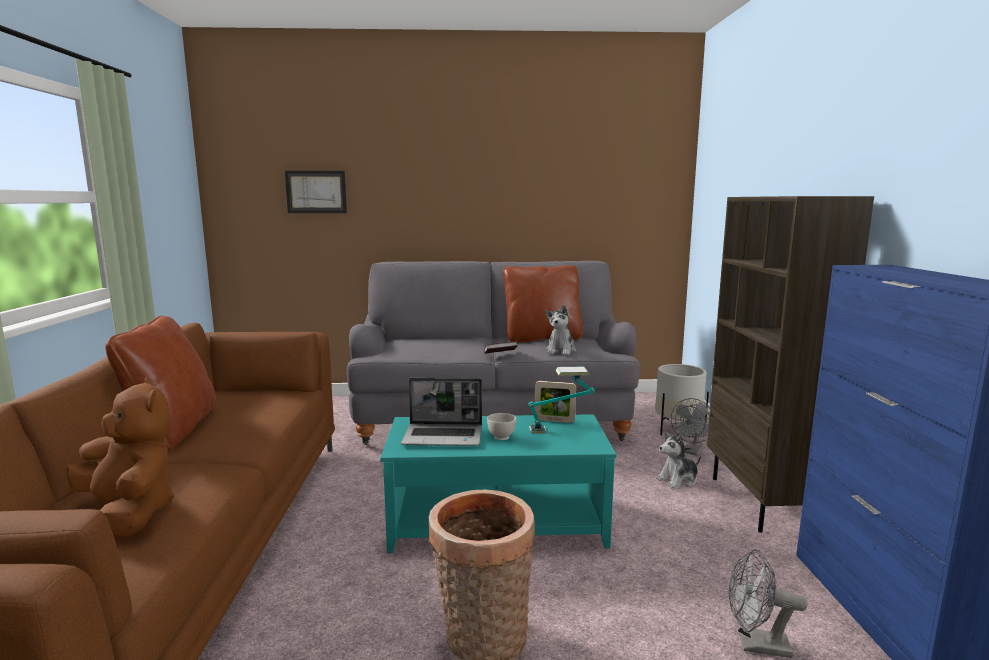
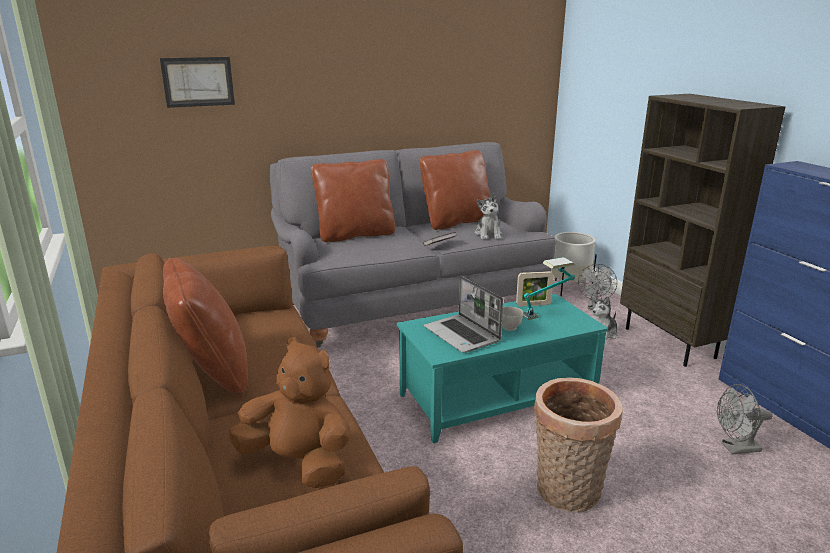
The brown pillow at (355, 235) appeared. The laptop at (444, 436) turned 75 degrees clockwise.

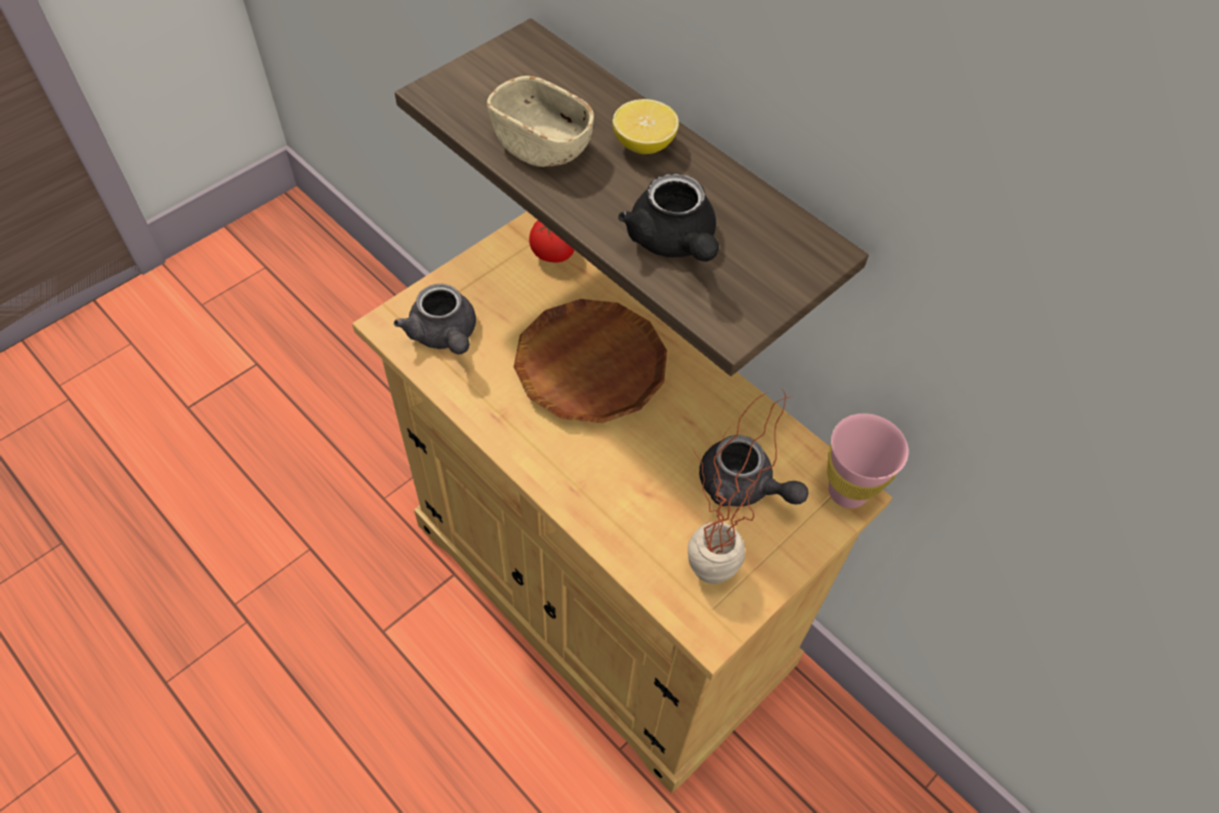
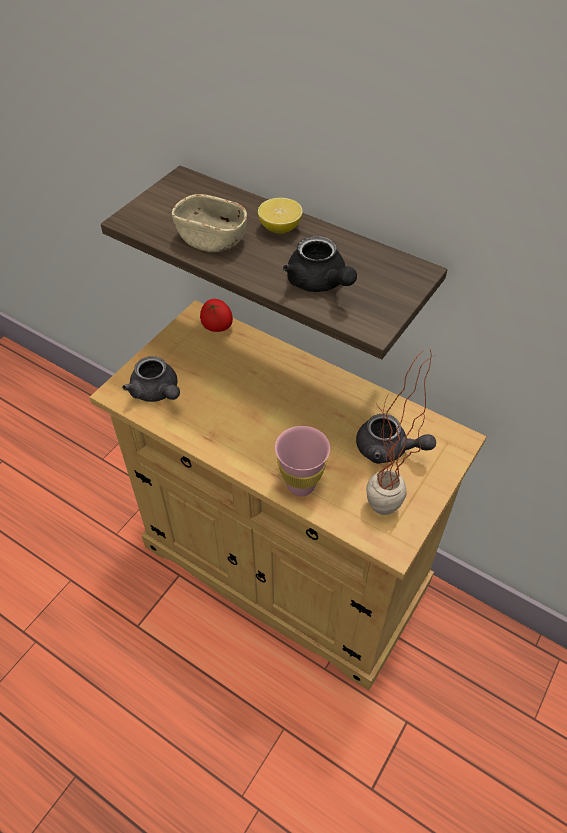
The pink cup moved from (847, 491) to (301, 485). The brown plate at (590, 367) disappeared.

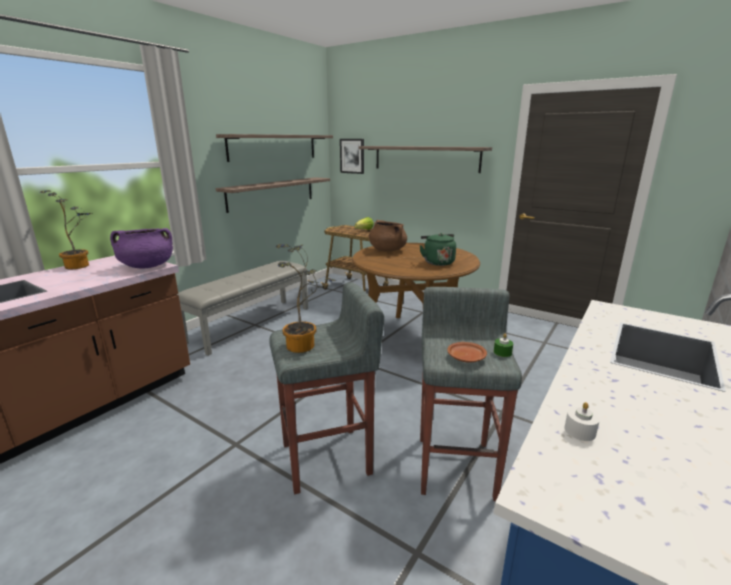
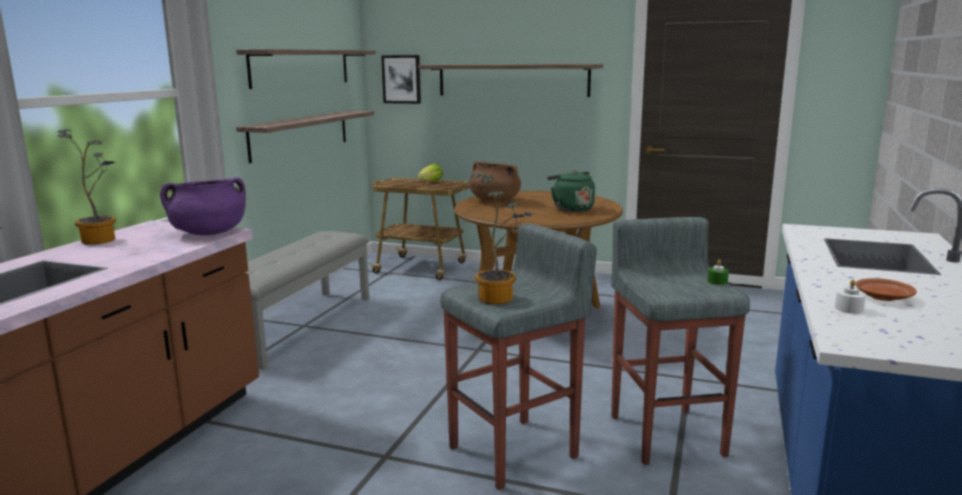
The brown plate moved from (466, 358) to (883, 297).

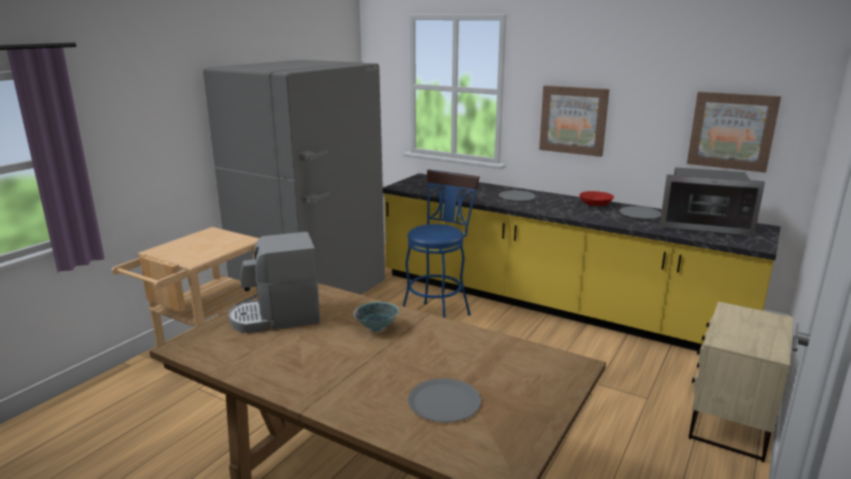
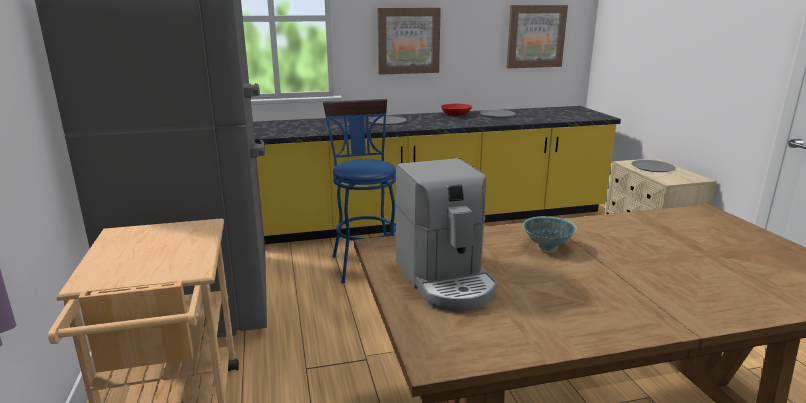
The coffee machine at (276, 317) turned 45 degrees counterclockwise. The grey plate moved from (444, 401) to (653, 167). The microwave at (703, 224) disappeared.

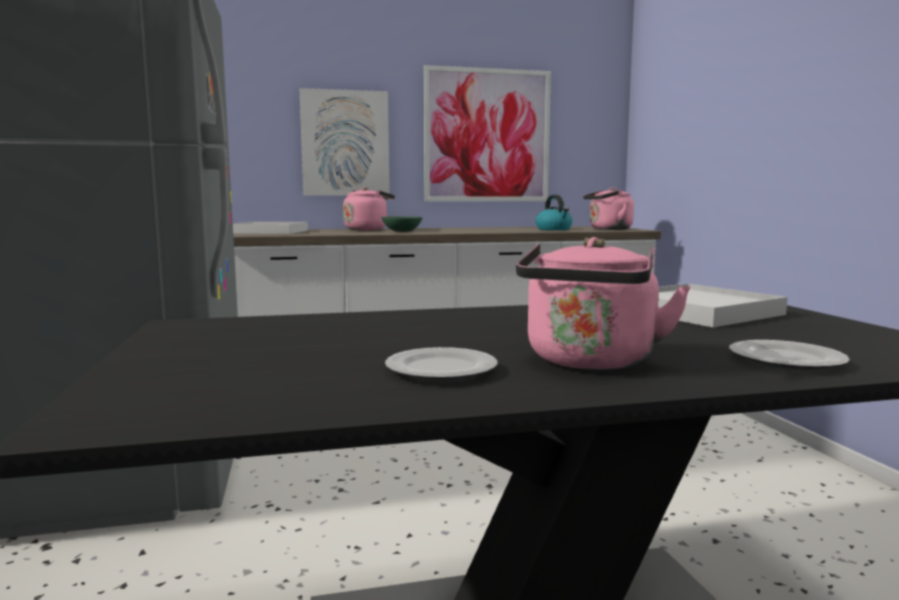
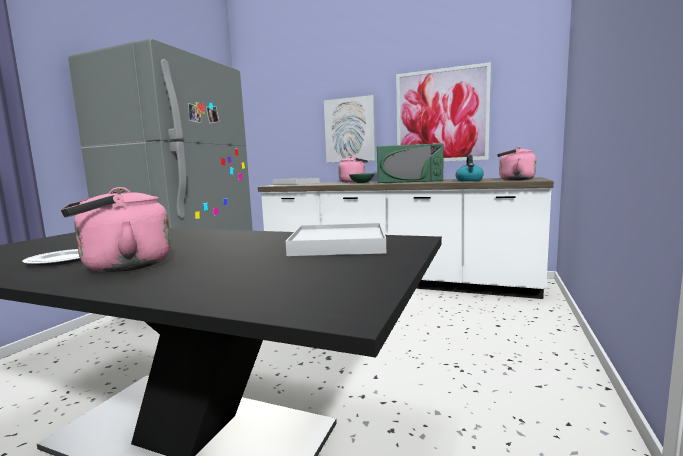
The green microwave at (409, 181) appeared. The plate at (787, 360) disappeared.

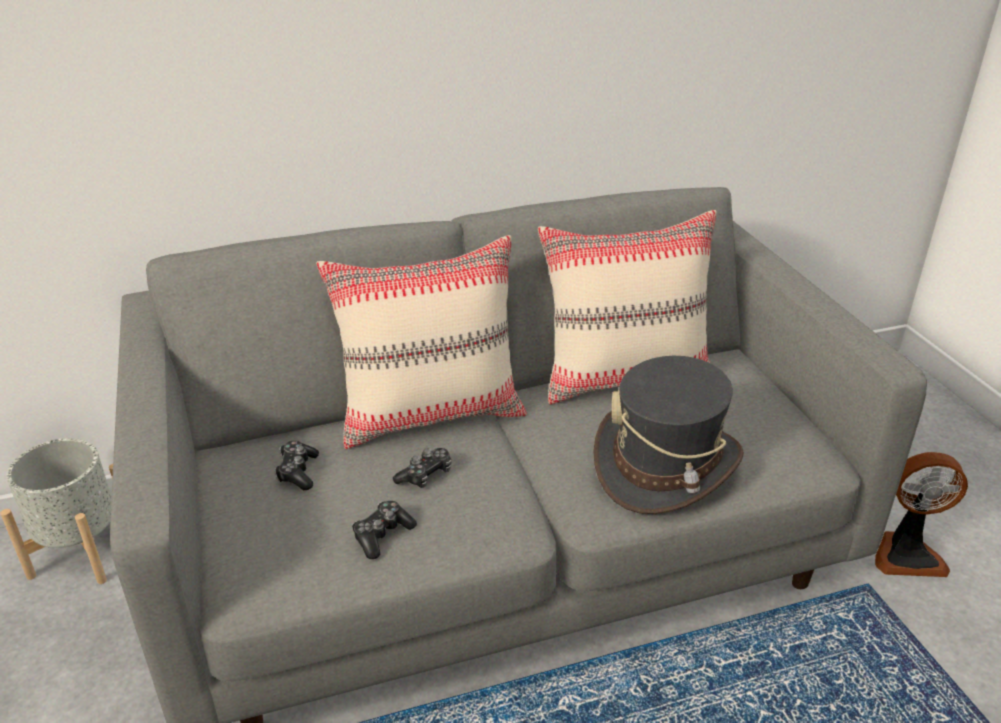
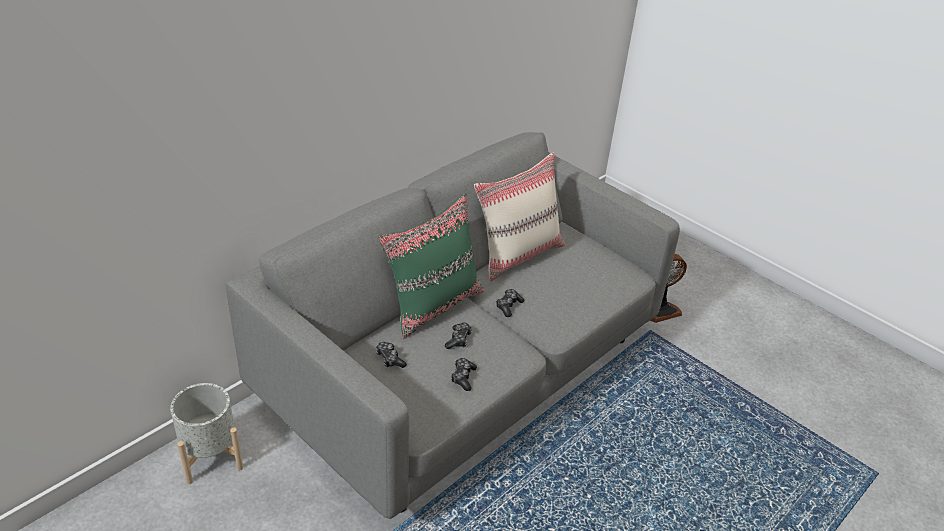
The beige pillow at (431, 414) became the green pillow at (433, 305). The game controller at (508, 306) appeared. The grey hat at (666, 465) disappeared.

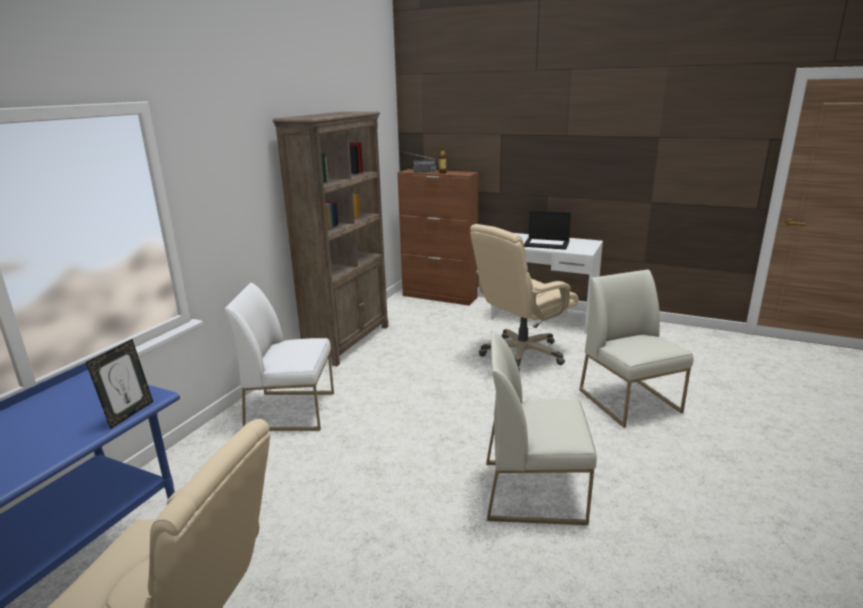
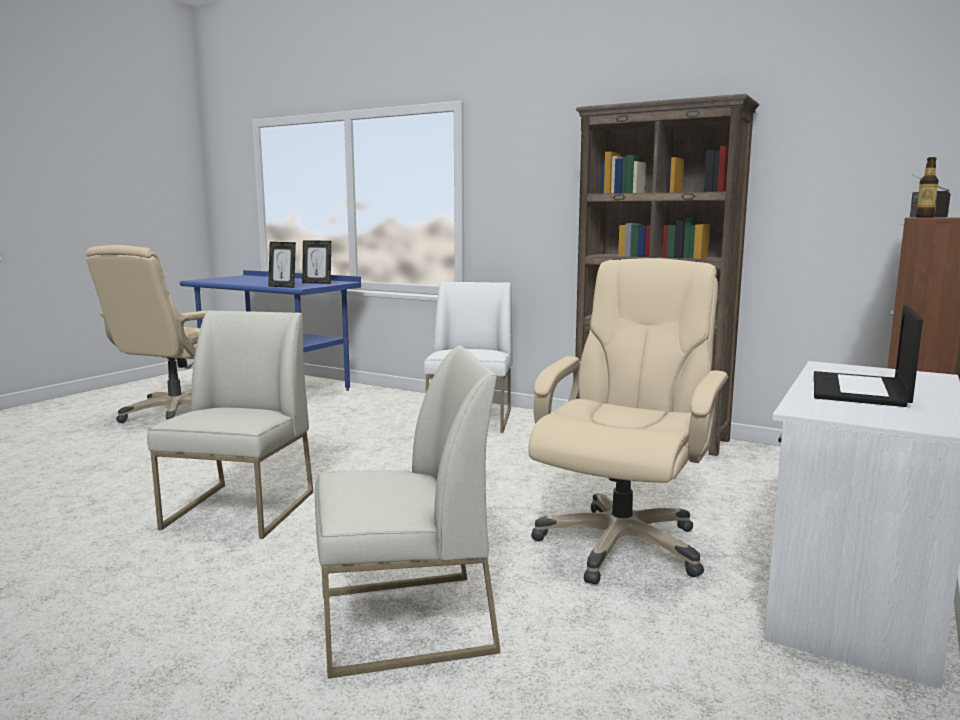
The picture frame at (317, 283) appeared. The beige office chair at (522, 354) turned 60 degrees clockwise.

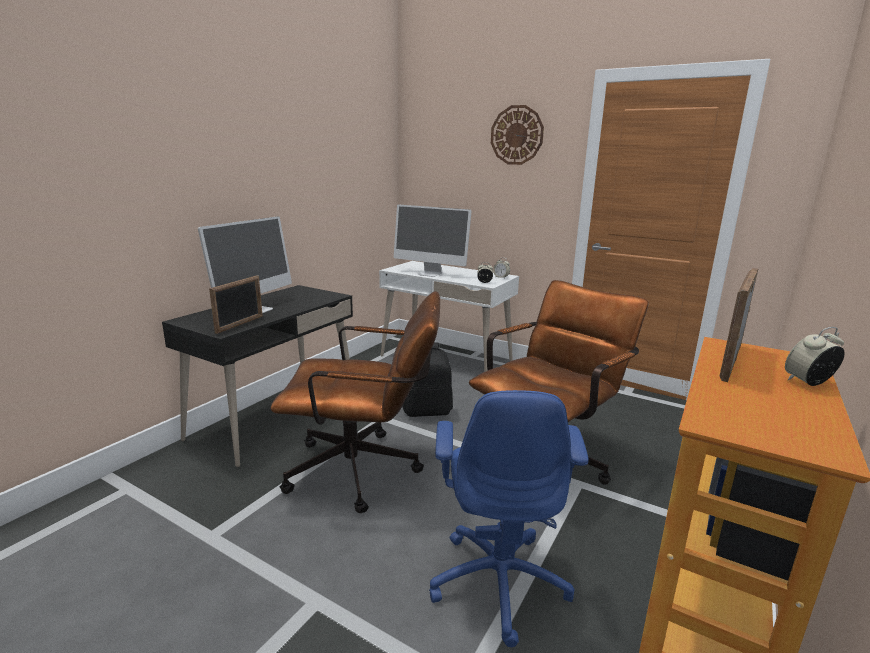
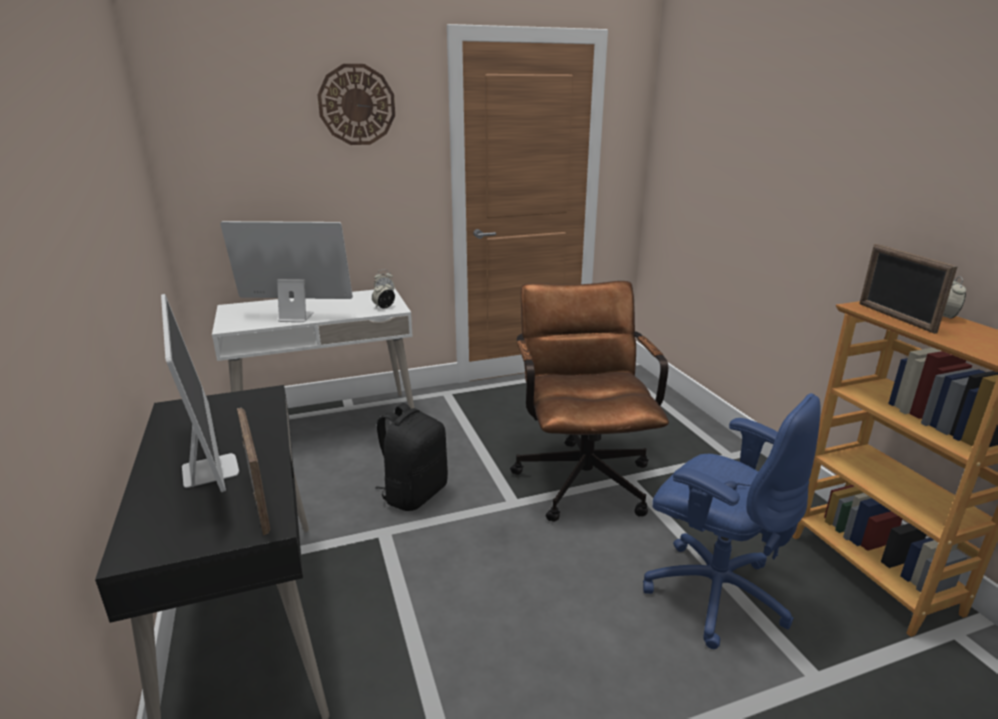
The monitor at (430, 273) turned 150 degrees counterclockwise. The brown office chair at (365, 471) disappeared.

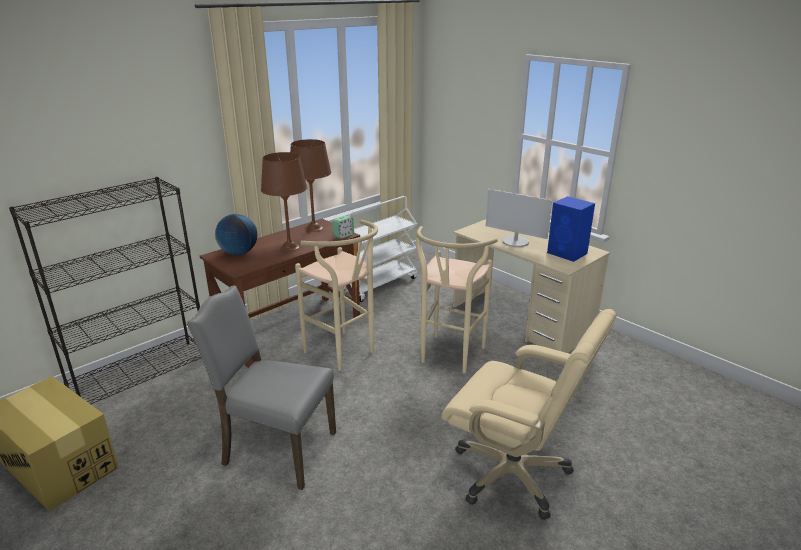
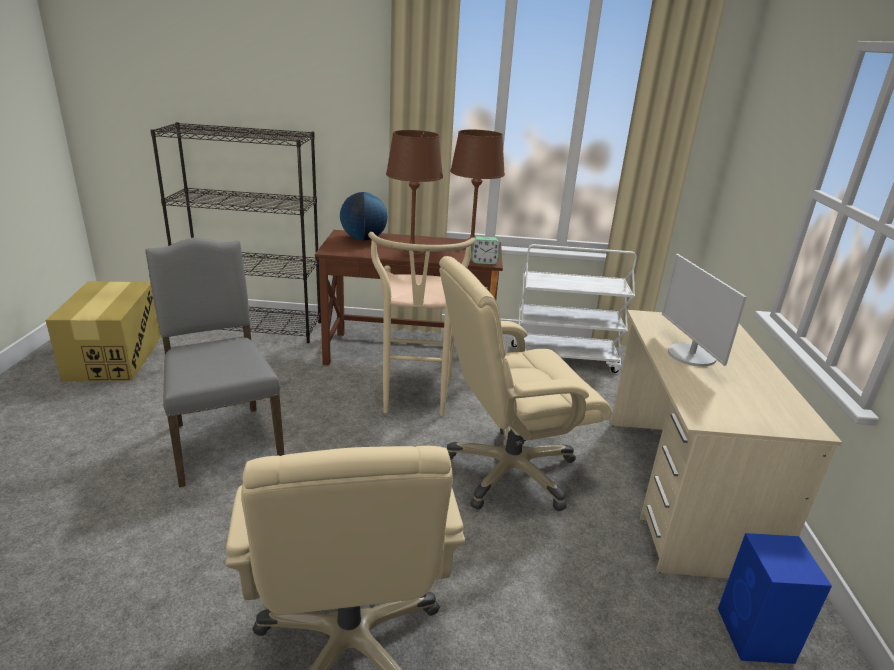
The beige stool at (449, 357) was replaced by the beige office chair at (509, 471). The blue speaker moved from (568, 253) to (755, 636).

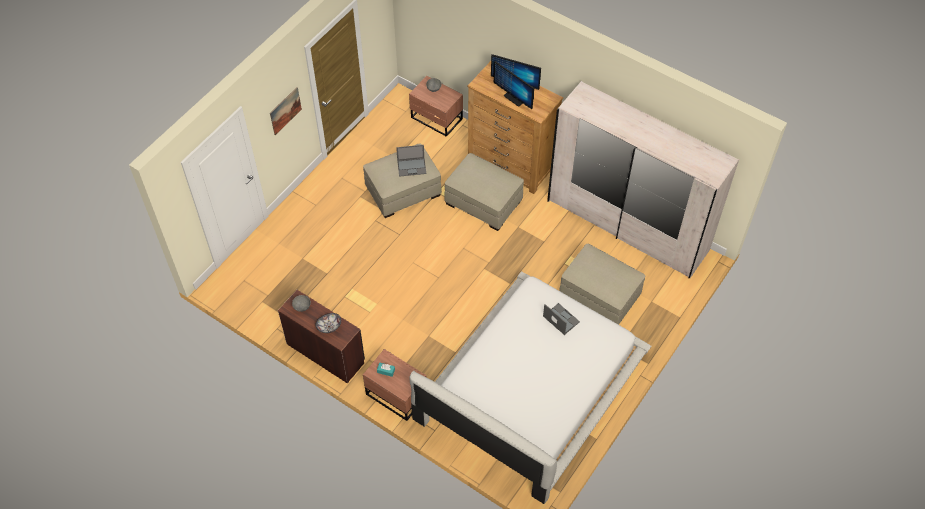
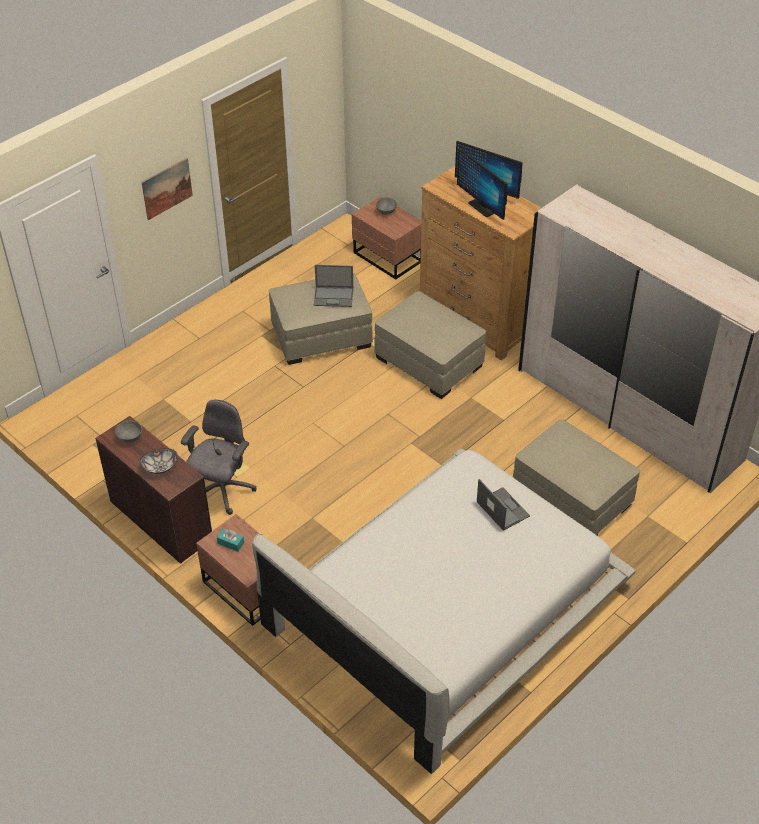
The grey office chair at (222, 491) appeared.

